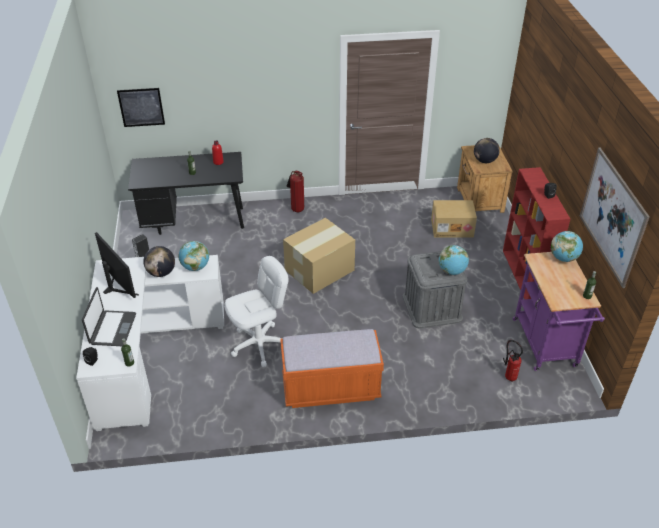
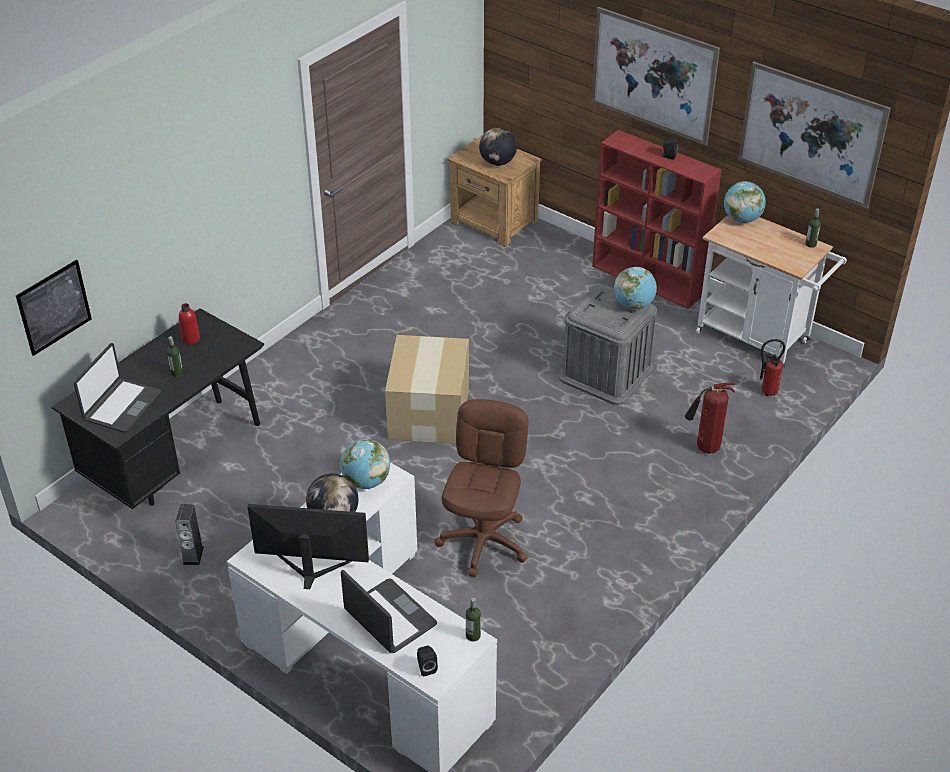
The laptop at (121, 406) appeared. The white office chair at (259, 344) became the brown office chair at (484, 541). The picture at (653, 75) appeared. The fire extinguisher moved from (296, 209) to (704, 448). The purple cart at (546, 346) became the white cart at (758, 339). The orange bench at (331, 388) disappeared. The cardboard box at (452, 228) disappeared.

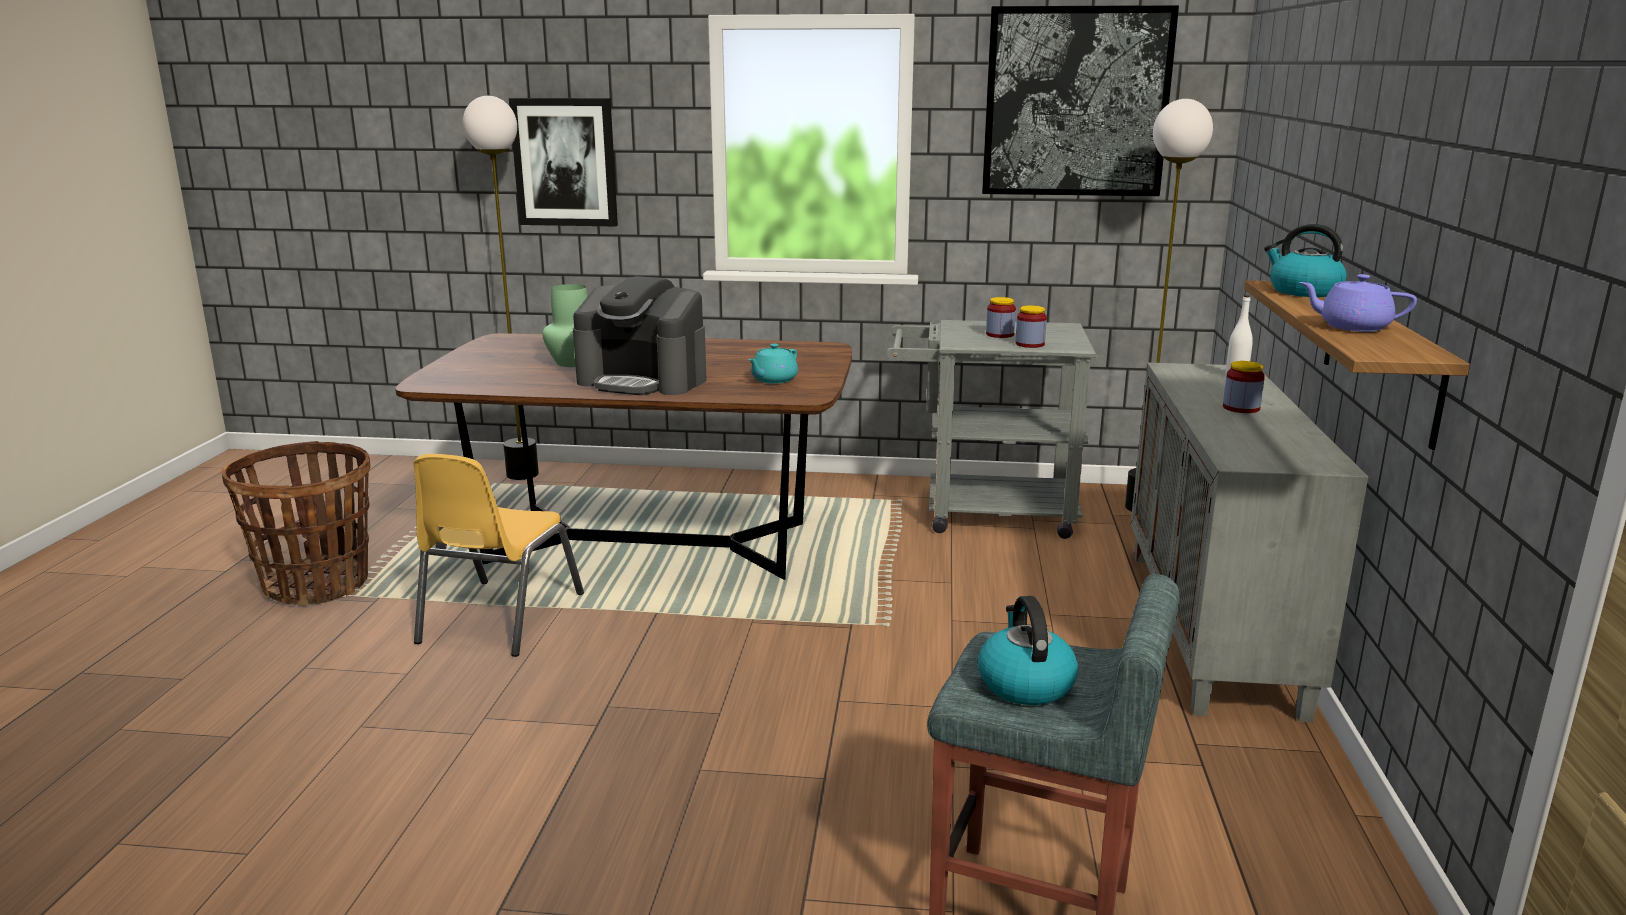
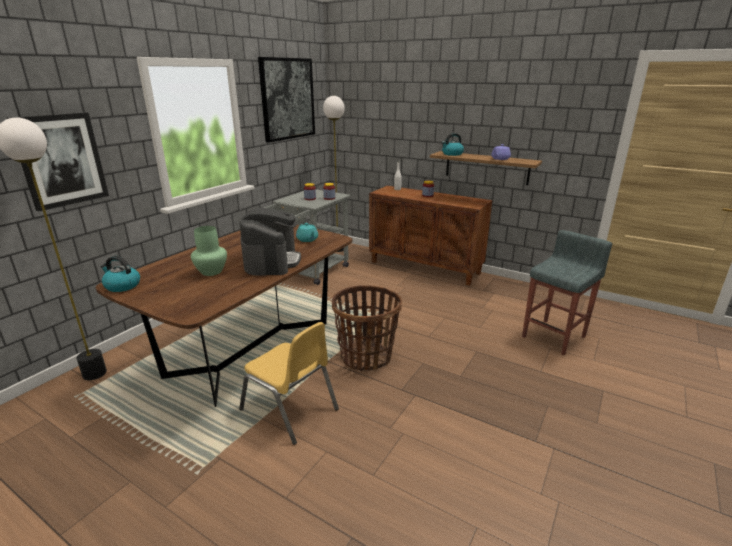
The kettle moved from (1024, 683) to (122, 286). The coffee machine at (643, 380) turned 45 degrees counterclockwise. The basket moved from (317, 584) to (366, 357). The grey cabinet at (1213, 630) became the brown cabinet at (425, 267).

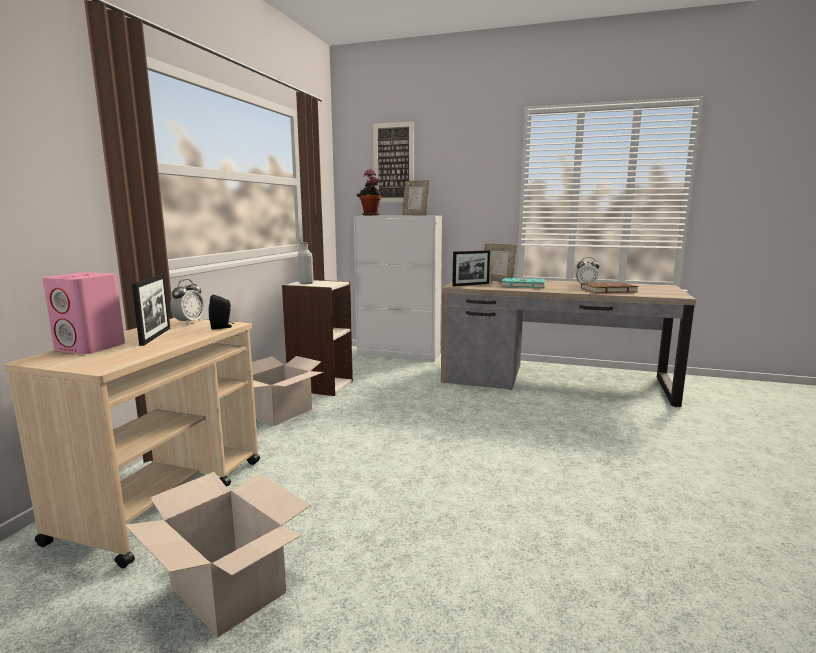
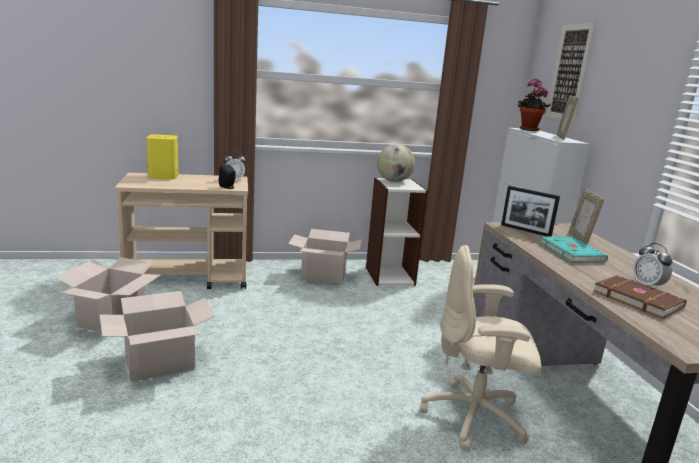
The cardboard box at (160, 362) appeared. The pink speaker at (91, 347) became the yellow speaker at (163, 176). The grey bottle at (306, 283) was replaced by the globe at (394, 181). The beige office chair at (475, 417) appeared. The picture frame at (155, 336) disappeared.

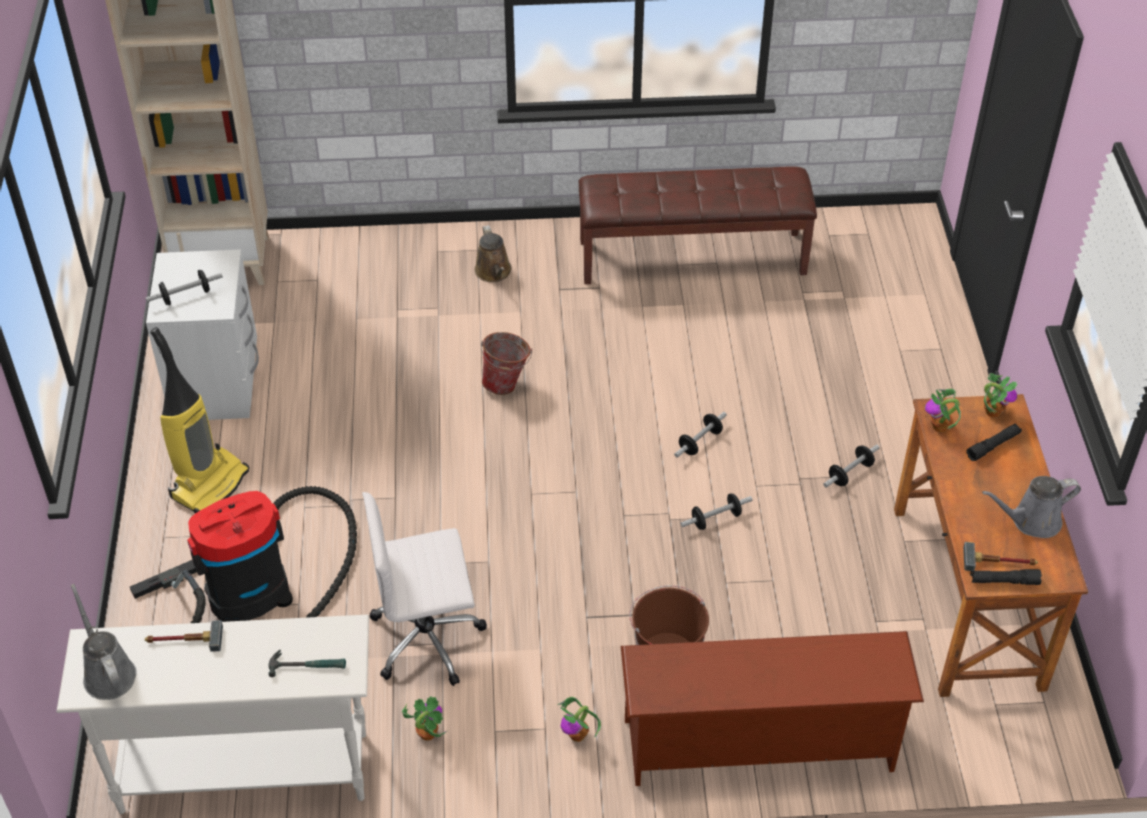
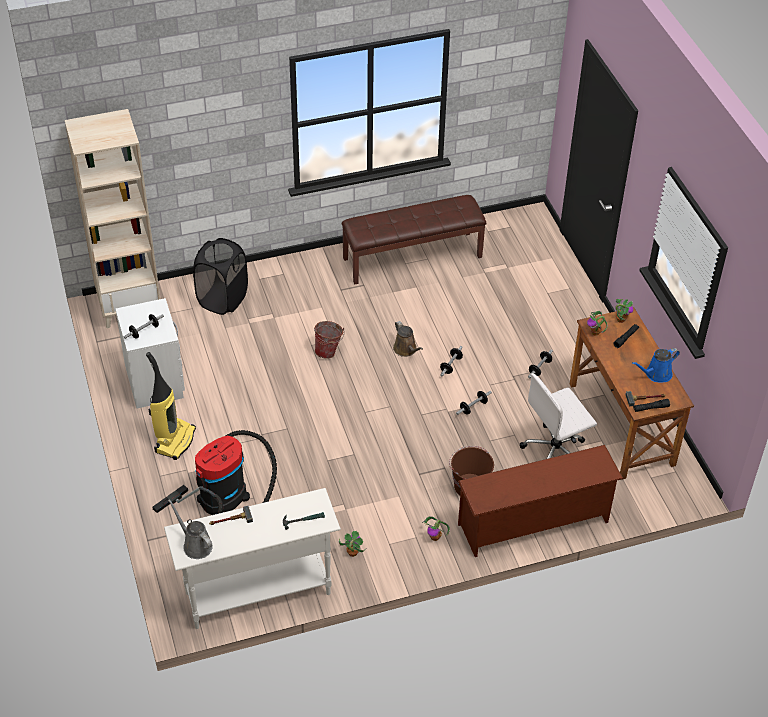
The black laundry basket at (222, 299) appeared. The brown watering can moved from (494, 272) to (406, 349). The white office chair moved from (428, 638) to (556, 452). The grey watering can at (1031, 521) became the blue watering can at (656, 374).

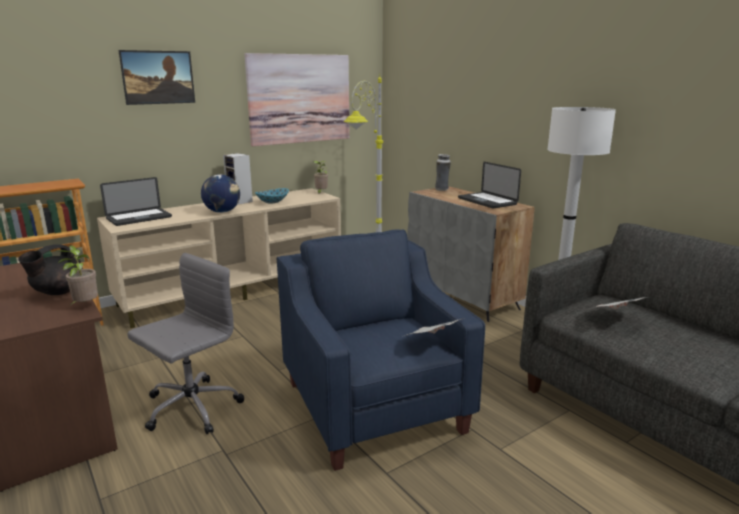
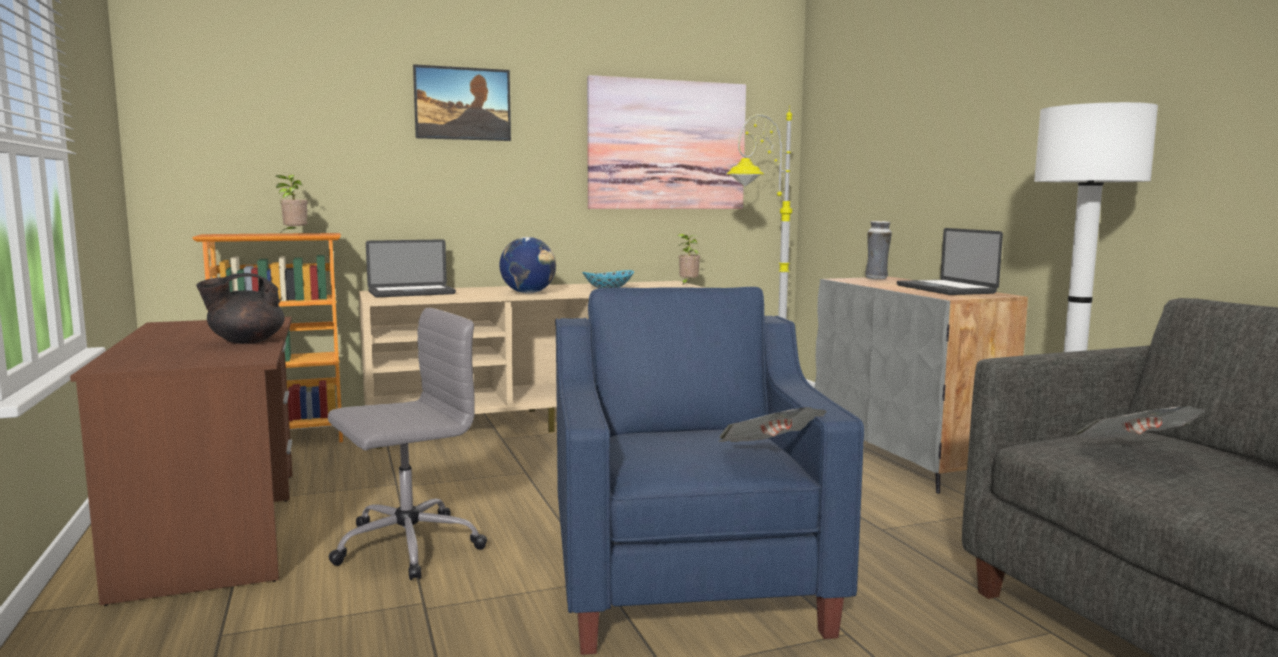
The potted plant moved from (85, 306) to (294, 234). The speaker at (240, 201) disappeared.

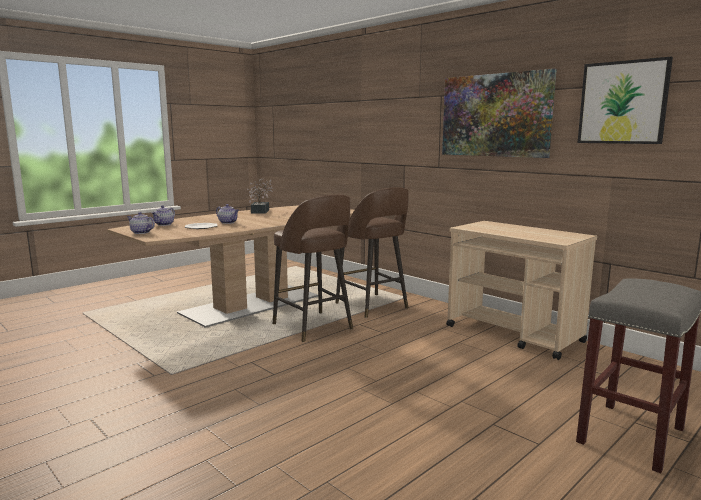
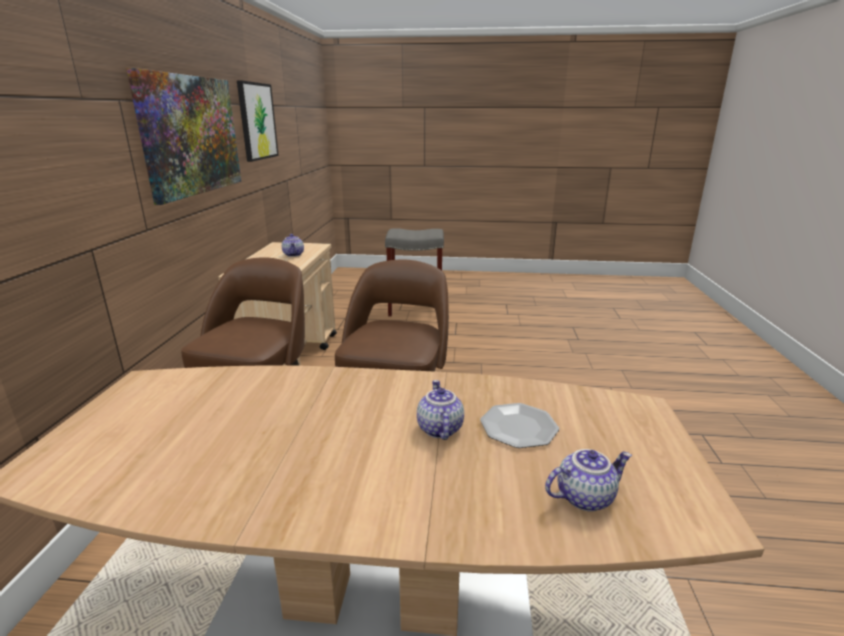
The teapot moved from (141, 232) to (294, 255). The potted plant at (261, 211) disappeared.

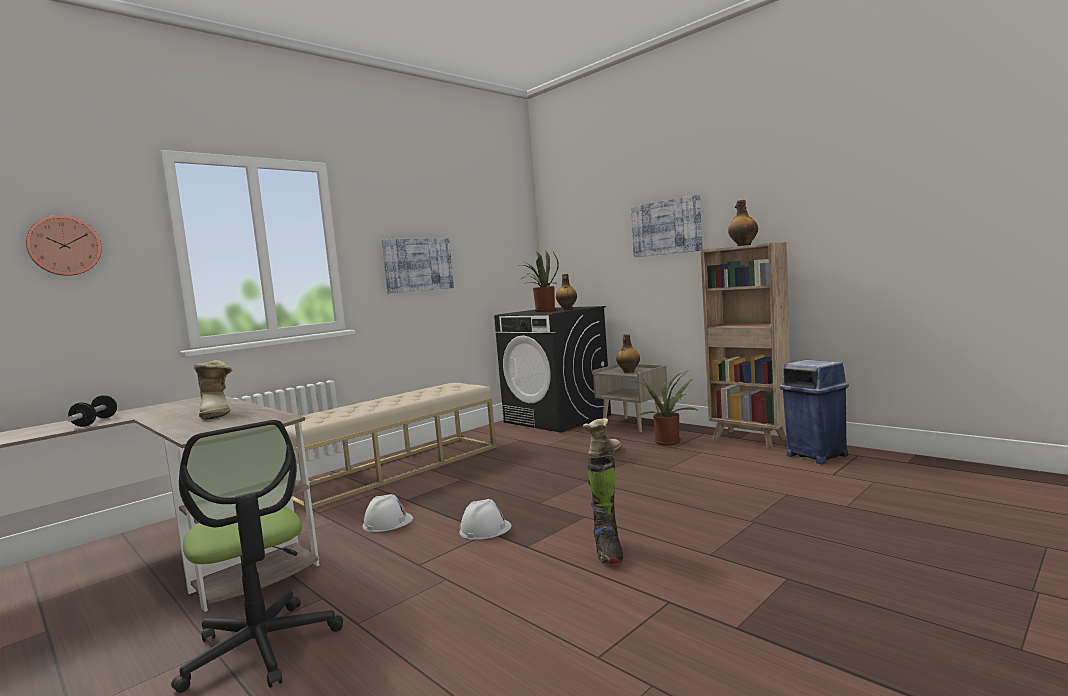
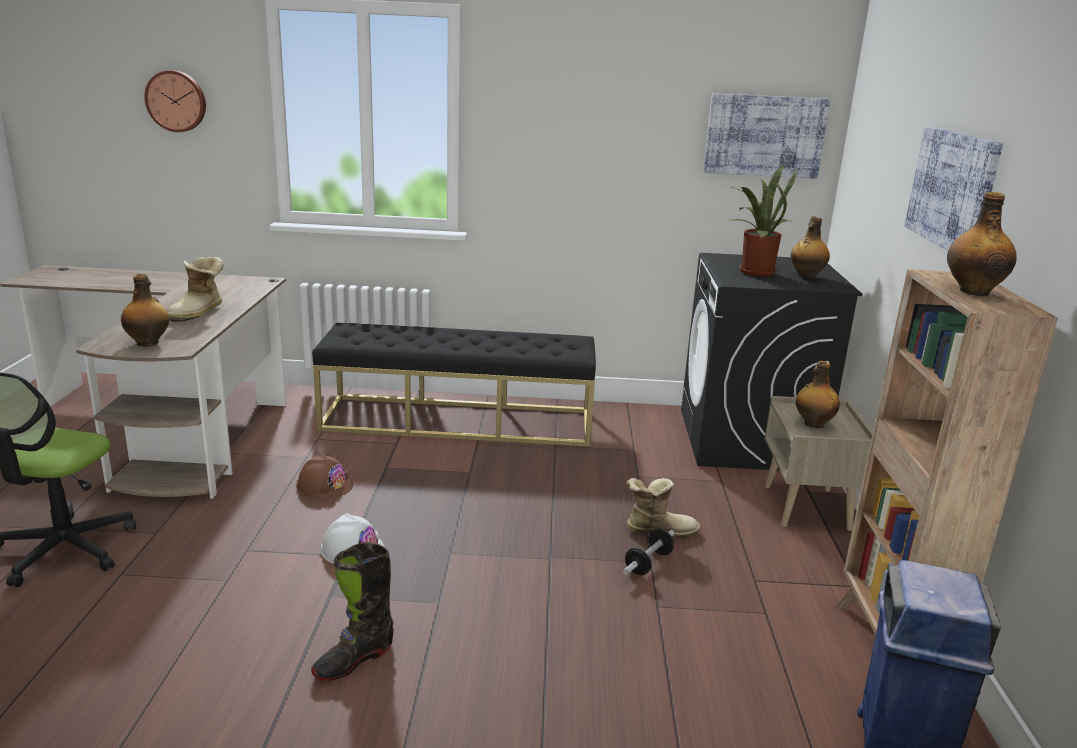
The bottle at (148, 343) appeared. The white hard hat at (387, 522) became the brown hard hat at (324, 485). The beige bench at (395, 469) became the black bench at (458, 421). The dumbbell moved from (95, 422) to (648, 563). The picture moved from (418, 265) to (764, 136). The potted plant at (668, 441) disappeared.

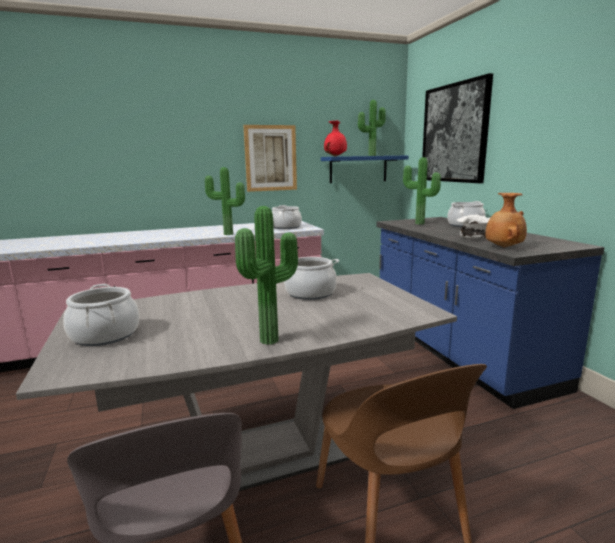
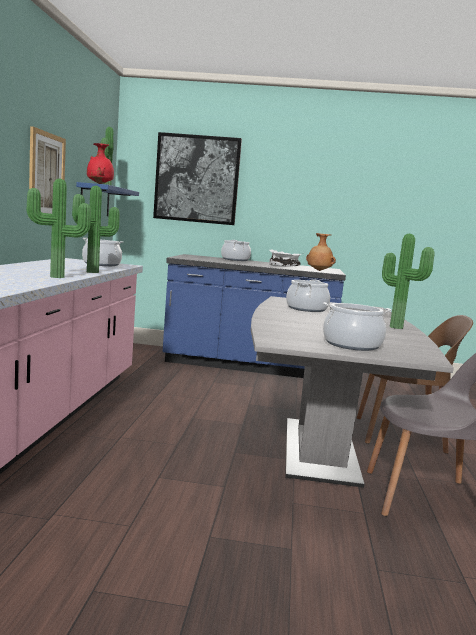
The potted plant moved from (419, 224) to (57, 277).

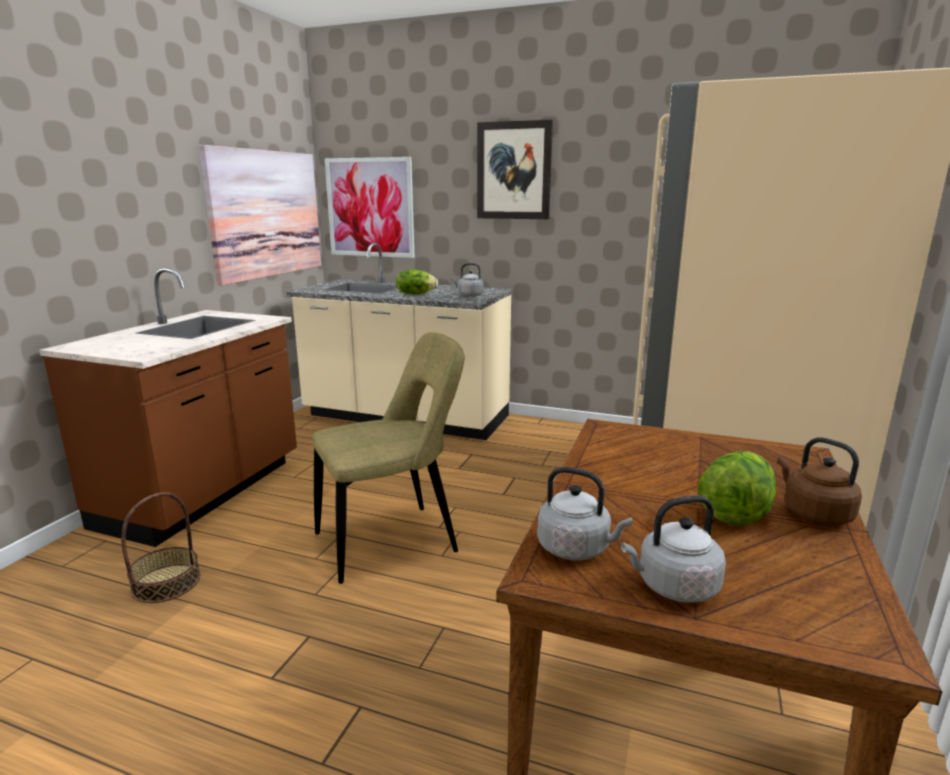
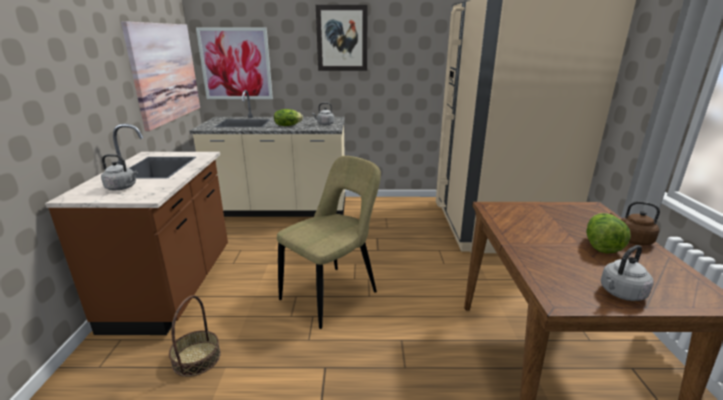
The grey kettle moved from (577, 549) to (122, 188).

